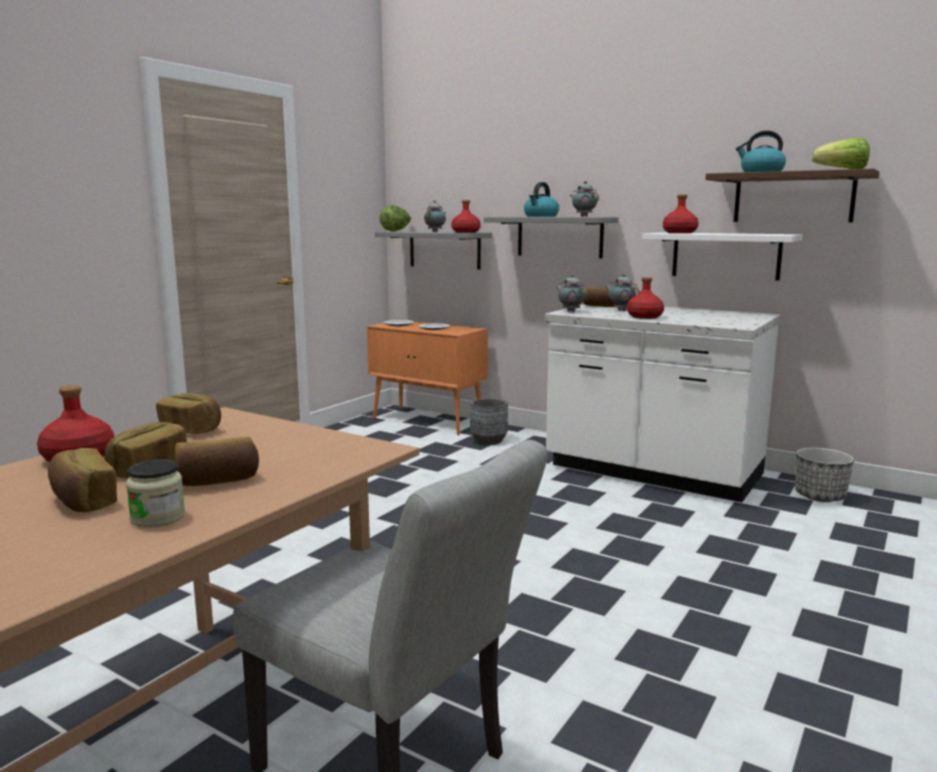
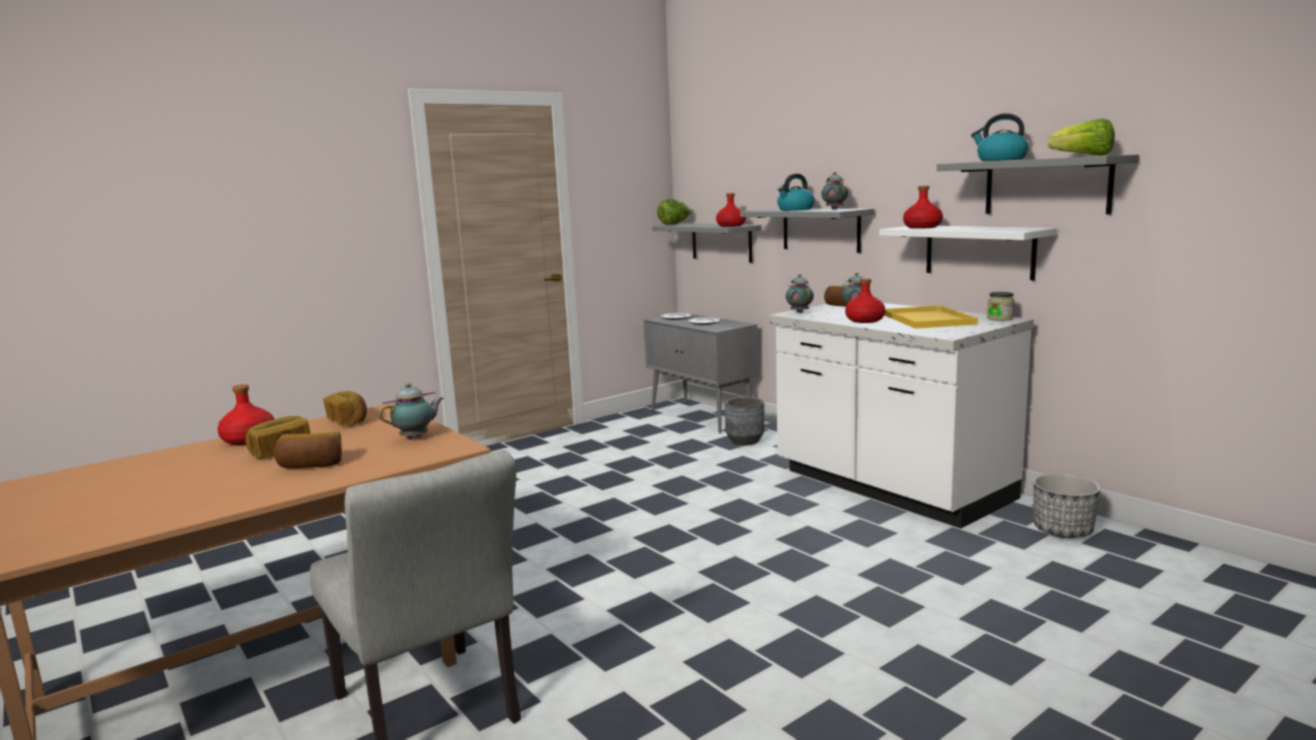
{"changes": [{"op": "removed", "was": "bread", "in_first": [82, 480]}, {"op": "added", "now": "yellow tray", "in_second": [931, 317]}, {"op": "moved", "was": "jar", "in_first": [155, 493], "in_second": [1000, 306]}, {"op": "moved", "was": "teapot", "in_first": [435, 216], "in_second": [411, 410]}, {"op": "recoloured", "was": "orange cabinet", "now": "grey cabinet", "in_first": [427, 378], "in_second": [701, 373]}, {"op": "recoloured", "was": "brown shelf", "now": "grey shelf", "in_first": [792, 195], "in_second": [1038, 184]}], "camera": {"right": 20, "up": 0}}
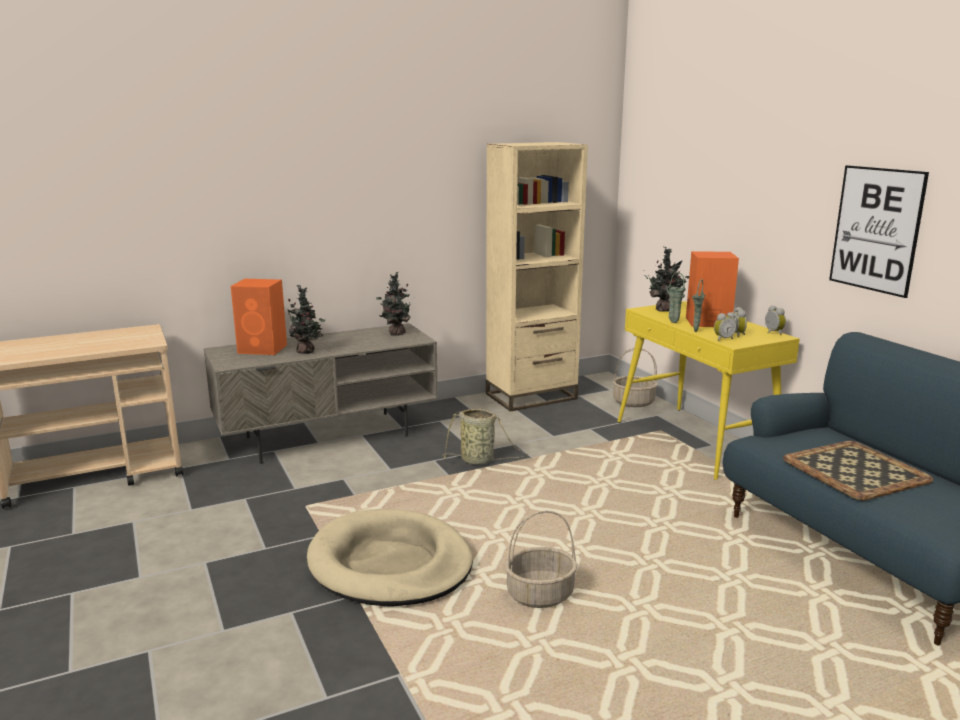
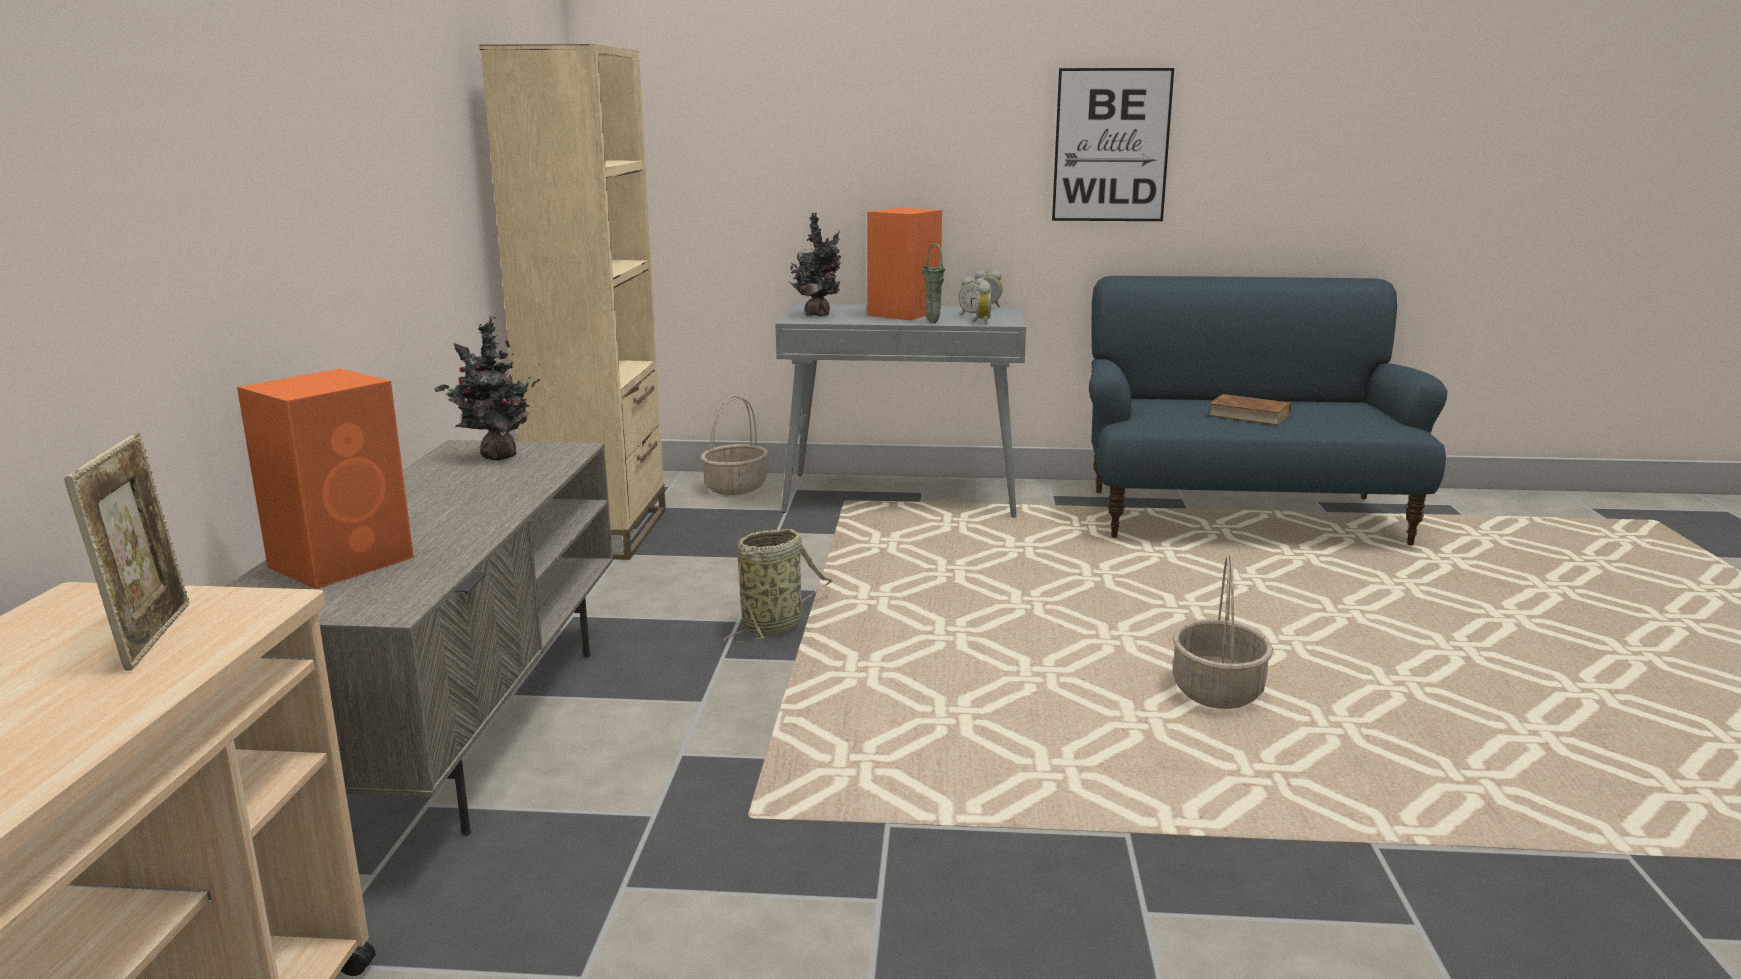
{"changes": [{"op": "removed", "was": "potted plant", "in_first": [306, 319]}, {"op": "removed", "was": "beige dog bed", "in_first": [390, 558]}, {"op": "removed", "was": "green vase", "in_first": [676, 297]}, {"op": "added", "now": "picture frame", "in_second": [126, 552]}, {"op": "replaced", "was": "tray", "now": "brown book", "in_first": [858, 471], "in_second": [1249, 409]}, {"op": "recoloured", "was": "yellow console table", "now": "grey console table", "in_first": [709, 390], "in_second": [900, 411]}], "camera": {"right": -60, "up": 0}}
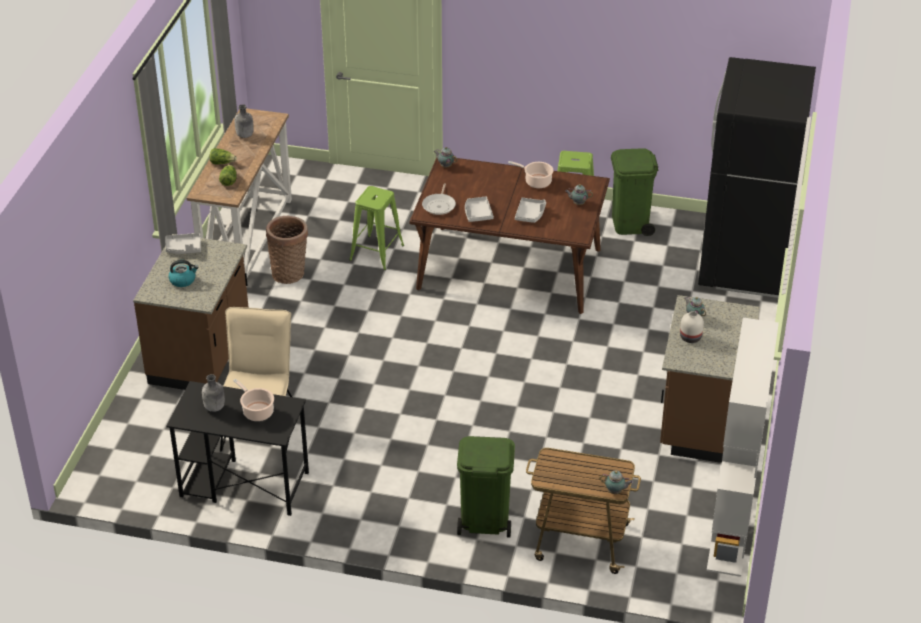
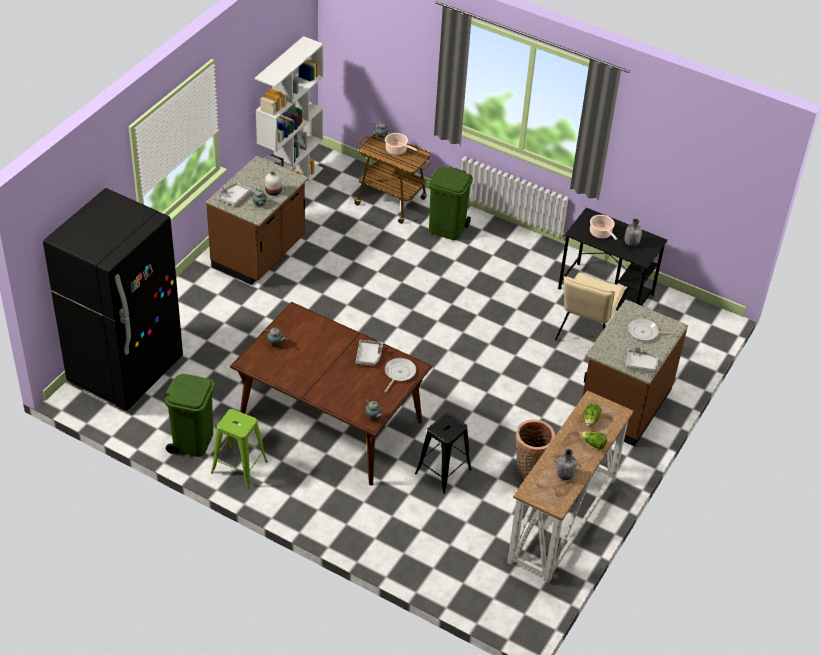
{"changes": [{"op": "moved", "was": "cooking pot", "in_first": [530, 174], "in_second": [401, 144]}, {"op": "moved", "was": "grey tray", "in_first": [530, 210], "in_second": [234, 194]}, {"op": "replaced", "was": "kettle", "now": "frying pan", "in_first": [183, 273], "in_second": [652, 329]}, {"op": "recoloured", "was": "green stool", "now": "black stool", "in_first": [376, 228], "in_second": [443, 453]}], "camera": {"right": -165, "up": 5}}
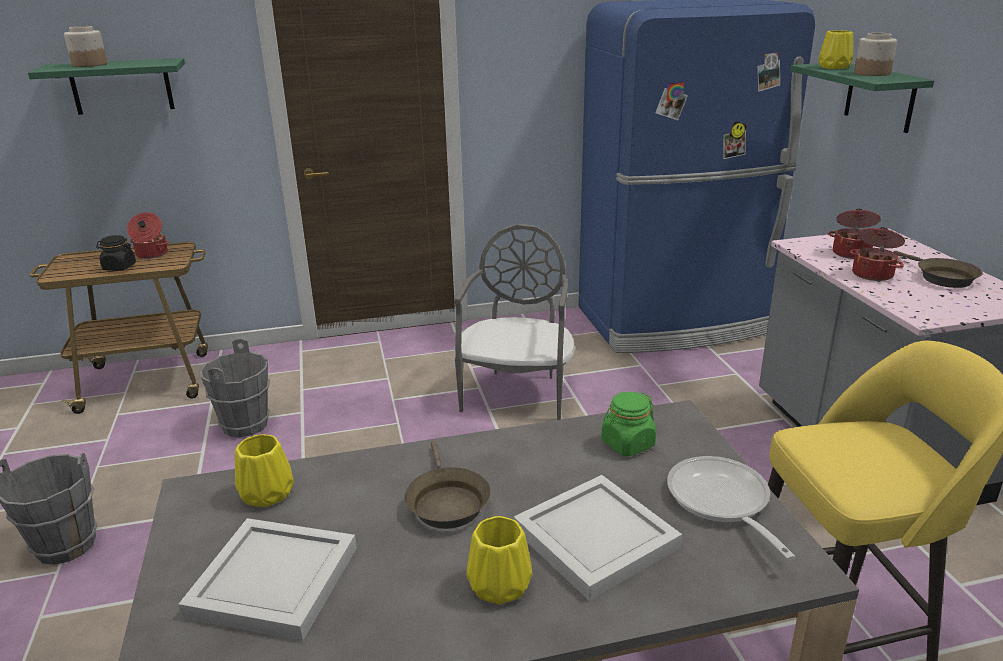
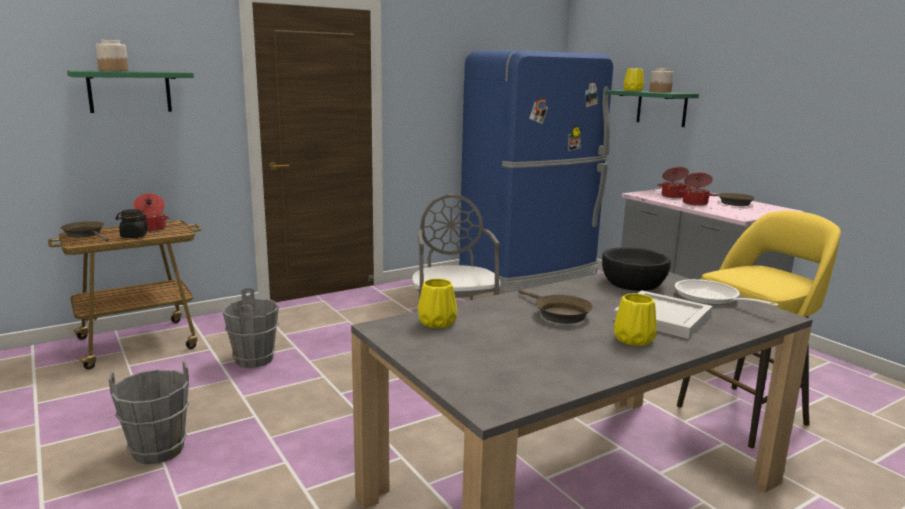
{"changes": [{"op": "removed", "was": "white tray", "in_first": [267, 579]}, {"op": "added", "now": "brown frying pan", "in_second": [85, 231]}, {"op": "replaced", "was": "green jar", "now": "black bowl", "in_first": [628, 424], "in_second": [636, 269]}], "camera": {"right": -20, "up": -10}}
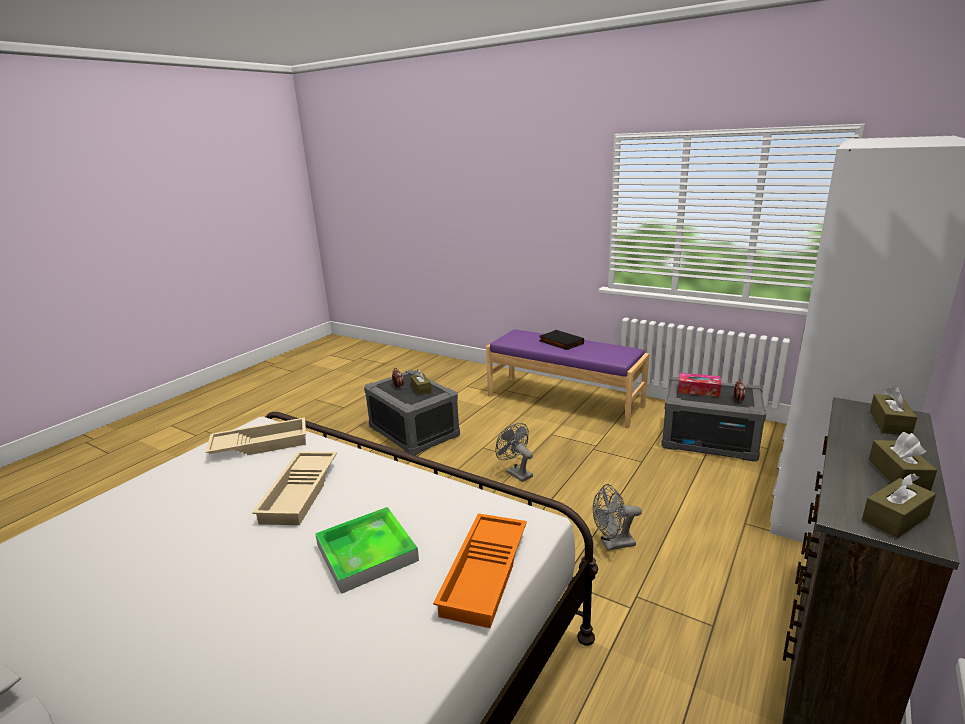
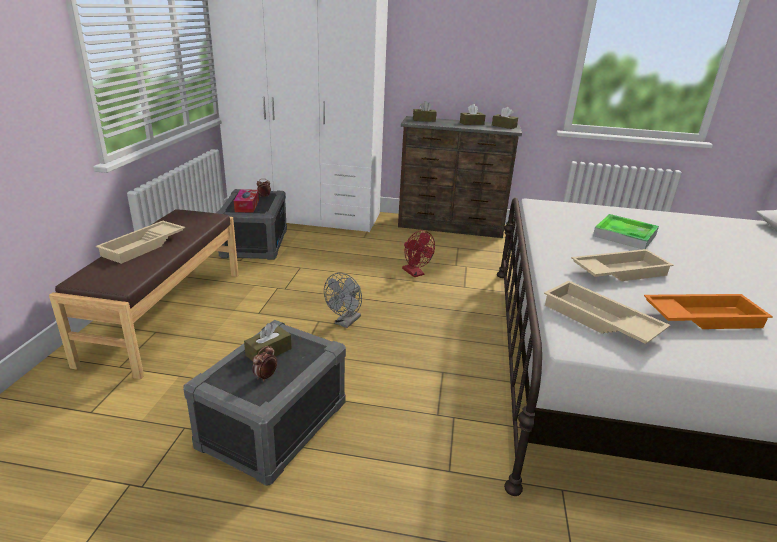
{"changes": [{"op": "moved", "was": "orange tray", "in_first": [480, 570], "in_second": [708, 311]}, {"op": "replaced", "was": "black book", "now": "beige tray", "in_first": [561, 340], "in_second": [140, 242]}, {"op": "recoloured", "was": "purple bench", "now": "brown bench", "in_first": [567, 378], "in_second": [144, 294]}, {"op": "recoloured", "was": "grey fan", "now": "red fan", "in_first": [617, 517], "in_second": [418, 253]}], "camera": {"right": -115, "up": 5}}
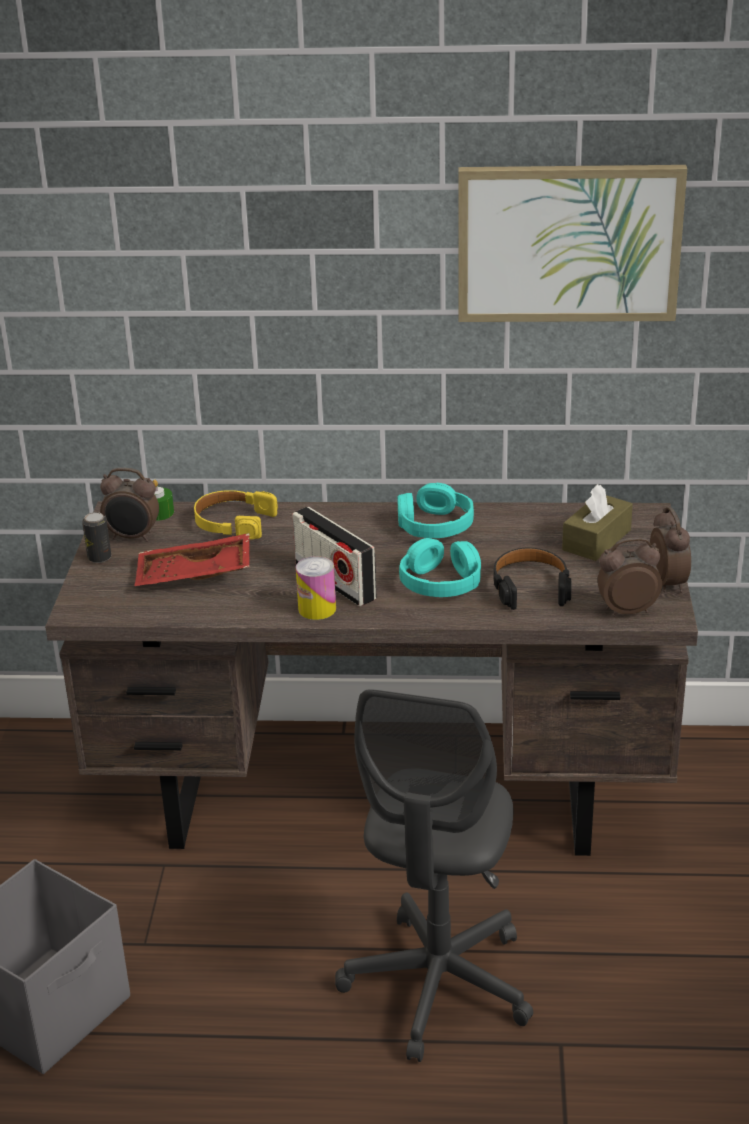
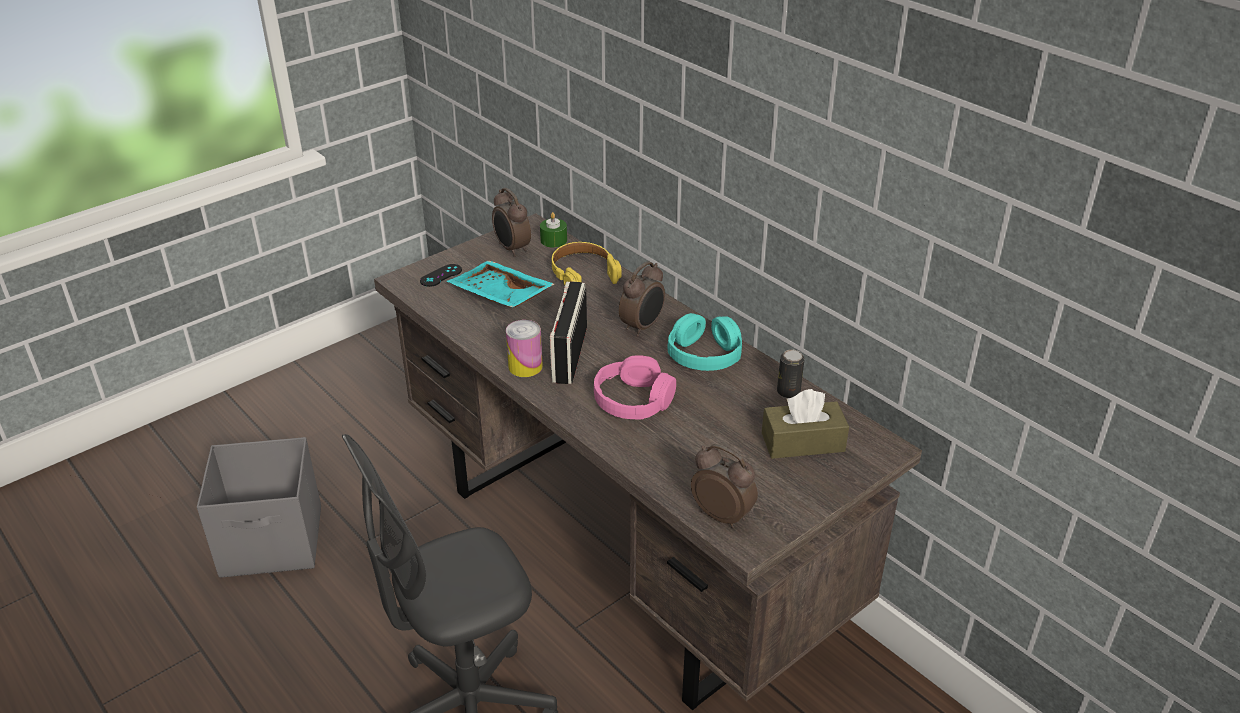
{"changes": [{"op": "removed", "was": "picture", "in_first": [573, 243]}, {"op": "removed", "was": "black headphones", "in_first": [532, 578]}, {"op": "added", "now": "black game controller", "in_second": [441, 275]}, {"op": "moved", "was": "can", "in_first": [96, 537], "in_second": [791, 373]}, {"op": "moved", "was": "alarm clock", "in_first": [670, 550], "in_second": [642, 298]}, {"op": "recoloured", "was": "red tray", "now": "turquoise tray", "in_first": [192, 559], "in_second": [500, 284]}, {"op": "recoloured", "was": "turquoise headphones", "now": "pink headphones", "in_first": [440, 567], "in_second": [635, 387]}], "camera": {"right": 45, "up": 5}}
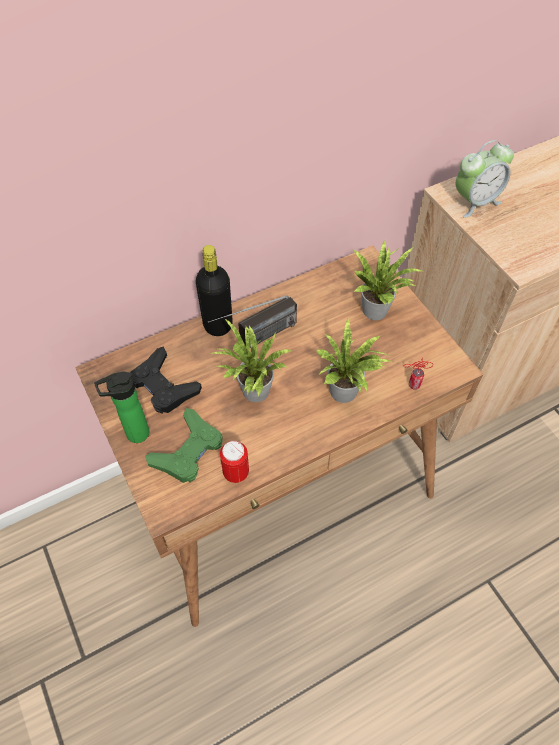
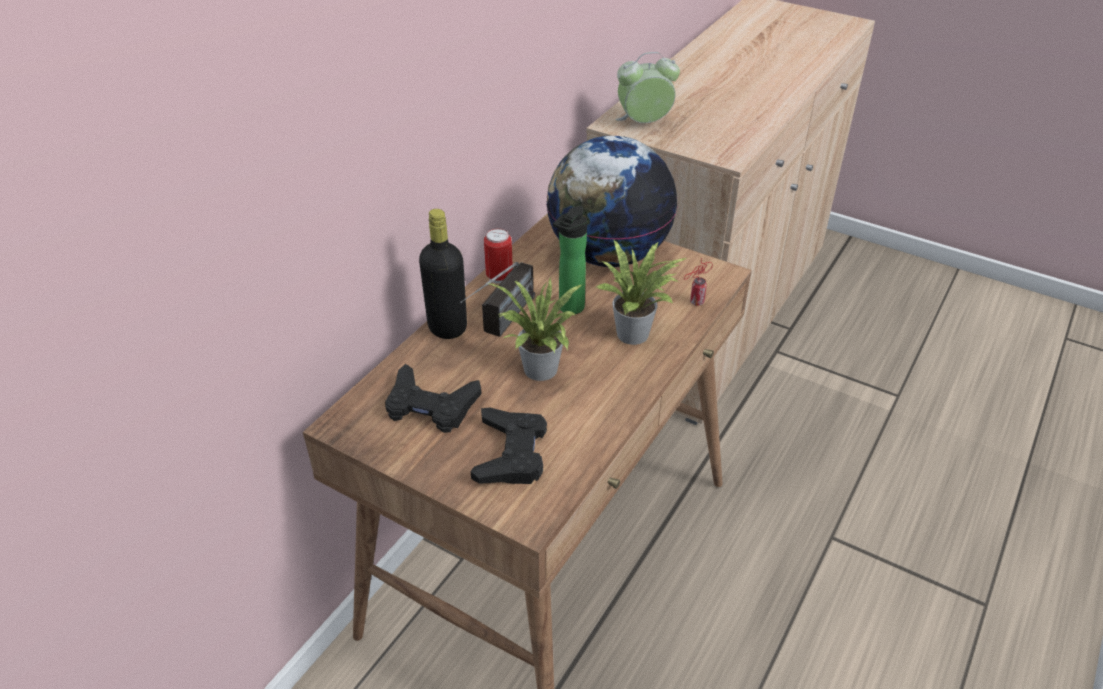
{"changes": [{"op": "moved", "was": "bottle", "in_first": [121, 407], "in_second": [570, 260]}, {"op": "moved", "was": "can", "in_first": [234, 462], "in_second": [498, 256]}, {"op": "replaced", "was": "potted plant", "now": "globe", "in_first": [387, 280], "in_second": [612, 201]}, {"op": "recoloured", "was": "green game controller", "now": "black game controller", "in_first": [184, 445], "in_second": [509, 445]}, {"op": "turned", "was": "alarm clock", "in_first": [485, 179], "in_second": [648, 87], "clockwise": -135}], "camera": {"right": -30, "up": -15}}
